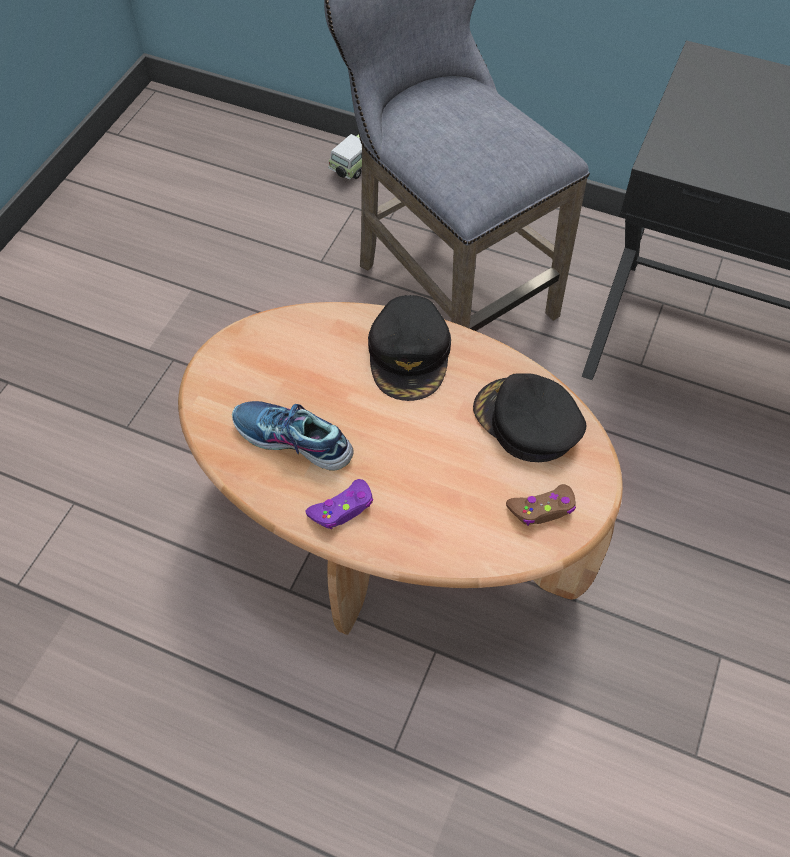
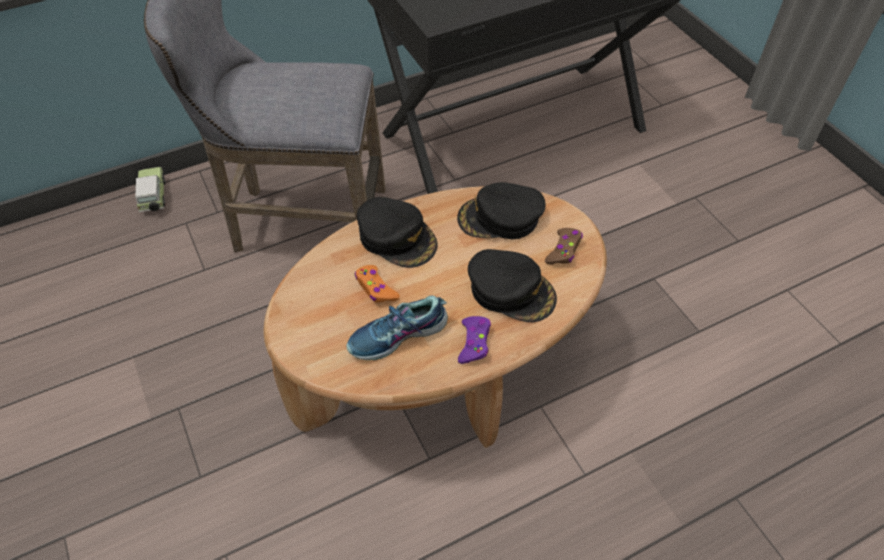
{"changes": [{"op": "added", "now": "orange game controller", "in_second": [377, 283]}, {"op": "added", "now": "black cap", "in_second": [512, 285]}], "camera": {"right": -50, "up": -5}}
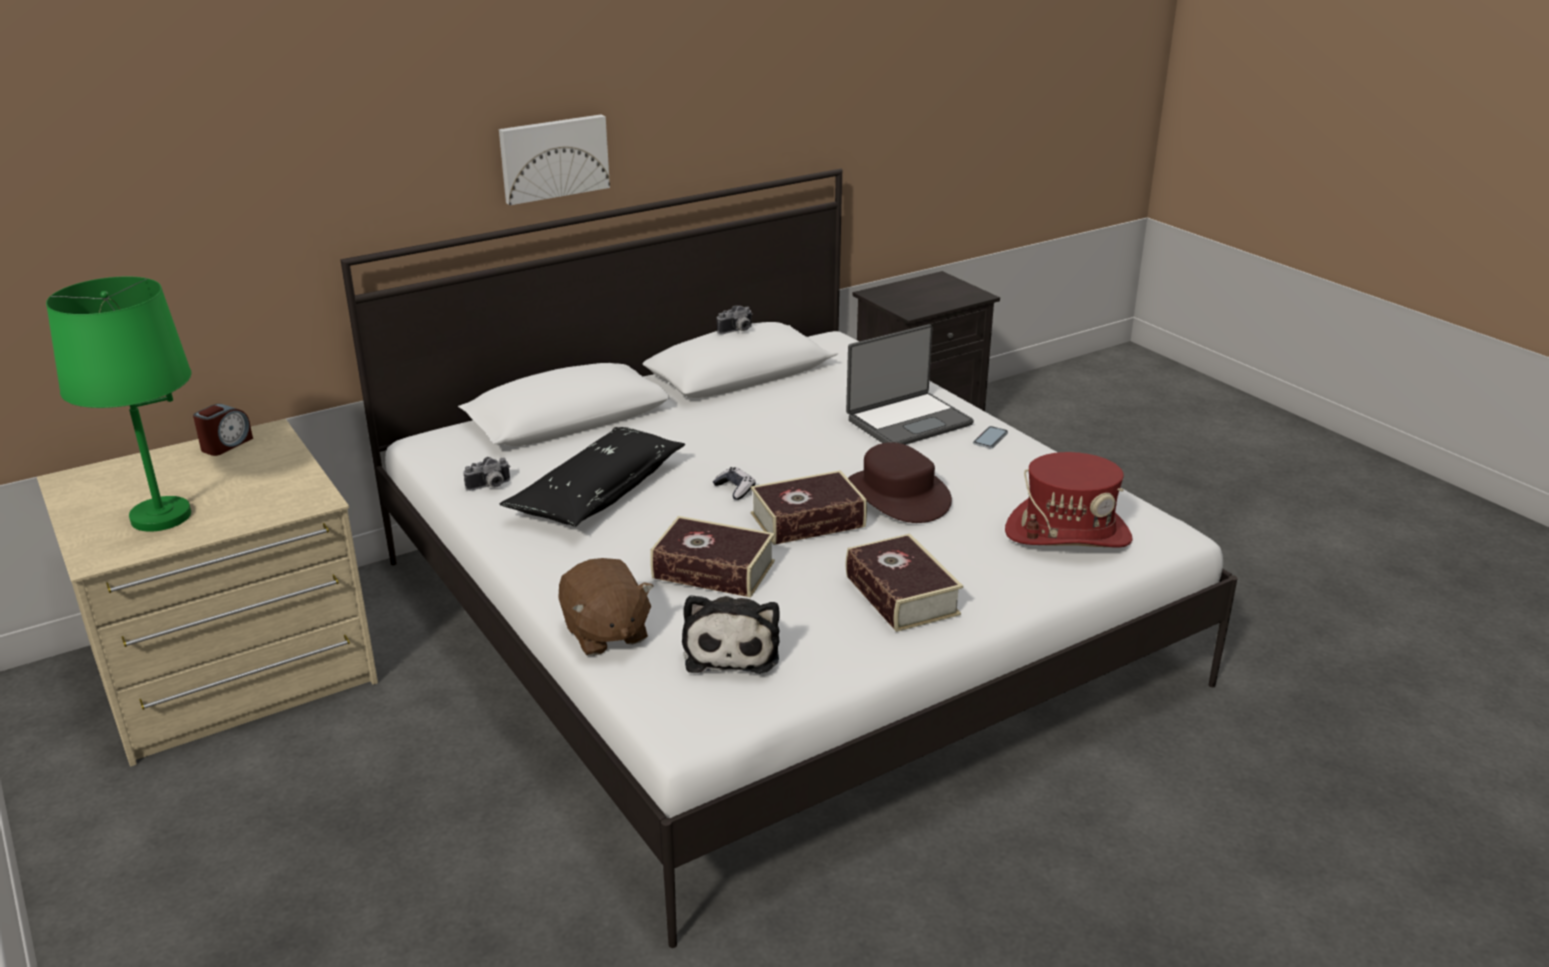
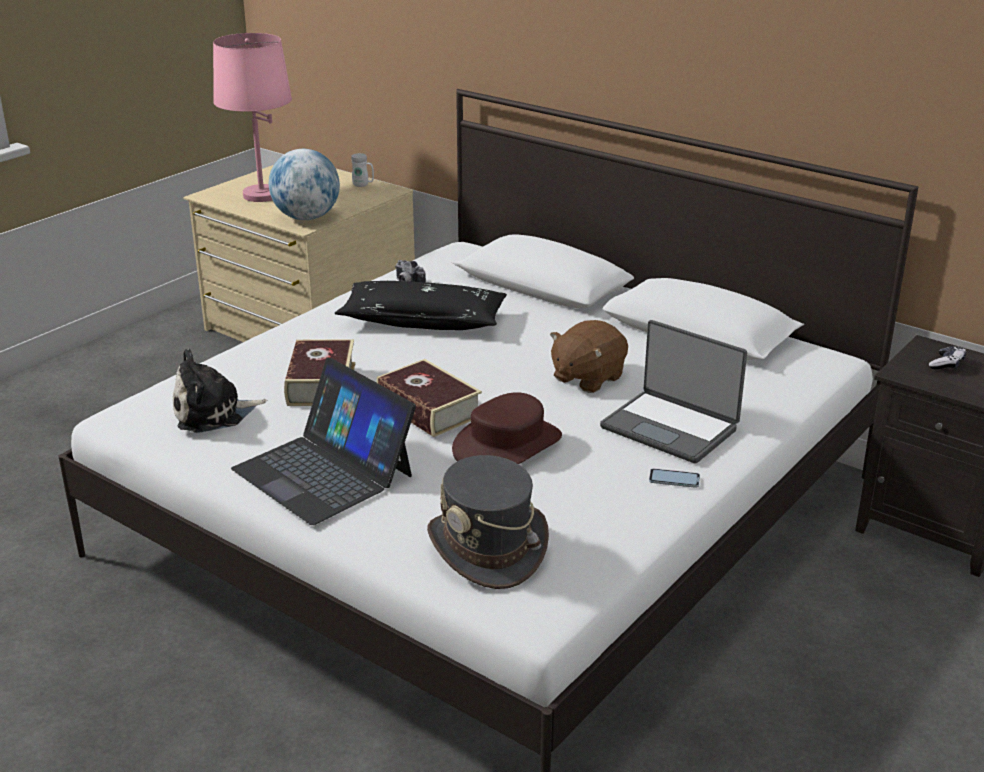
{"changes": [{"op": "removed", "was": "picture", "in_first": [554, 159]}, {"op": "removed", "was": "photo camera", "in_first": [735, 320]}, {"op": "added", "now": "globe", "in_second": [304, 184]}, {"op": "moved", "was": "brown plush toy", "in_first": [606, 607], "in_second": [589, 356]}, {"op": "moved", "was": "game controller", "in_first": [734, 483], "in_second": [947, 358]}, {"op": "replaced", "was": "alarm clock", "now": "white mug", "in_first": [223, 430], "in_second": [362, 170]}, {"op": "replaced", "was": "book", "now": "laptop", "in_first": [904, 583], "in_second": [323, 441]}, {"op": "recoloured", "was": "green table lamp", "now": "pink table lamp", "in_first": [118, 404], "in_second": [252, 117]}, {"op": "recoloured", "was": "red hat", "now": "grey hat", "in_first": [1069, 500], "in_second": [488, 522]}], "camera": {"right": 70, "up": 0}}
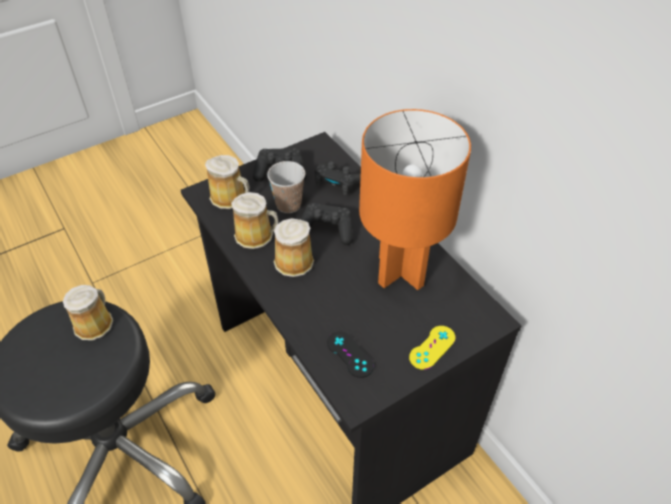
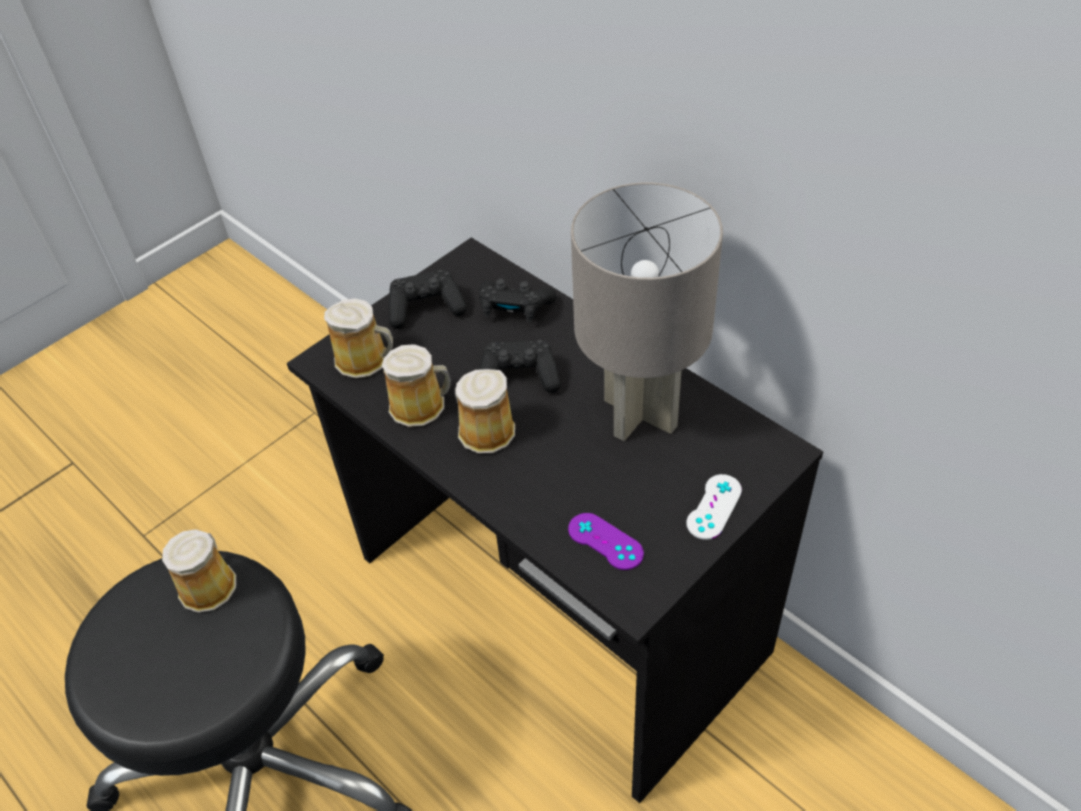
{"changes": [{"op": "removed", "was": "cup", "in_first": [286, 187]}, {"op": "recoloured", "was": "black game controller", "now": "purple game controller", "in_first": [350, 354], "in_second": [606, 541]}, {"op": "recoloured", "was": "orange table lamp", "now": "grey table lamp", "in_first": [415, 199], "in_second": [647, 312]}, {"op": "recoloured", "was": "yellow game controller", "now": "white game controller", "in_first": [432, 348], "in_second": [714, 507]}], "camera": {"right": -10, "up": 0}}
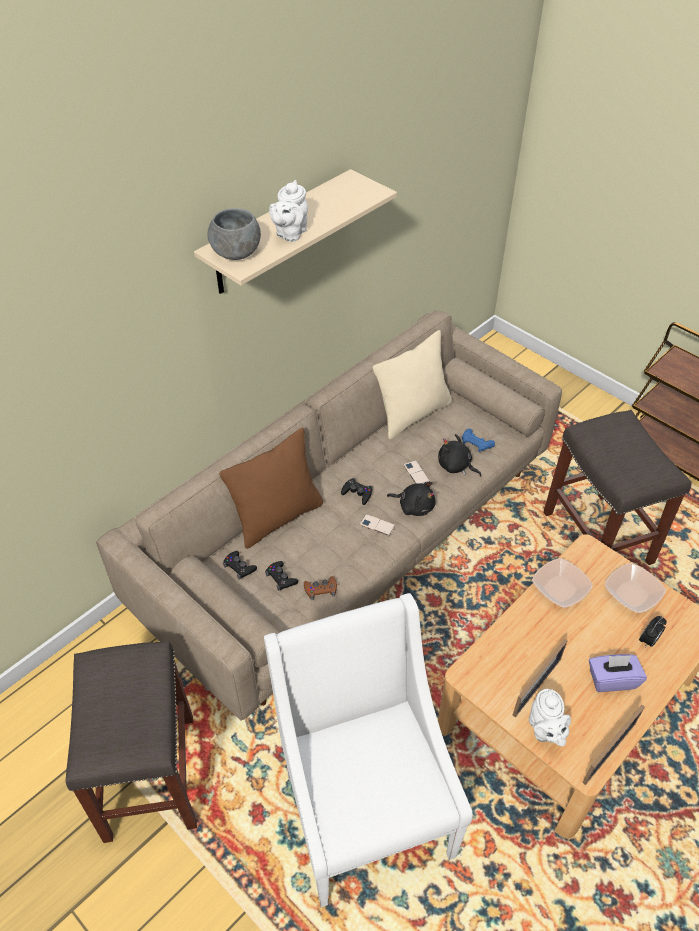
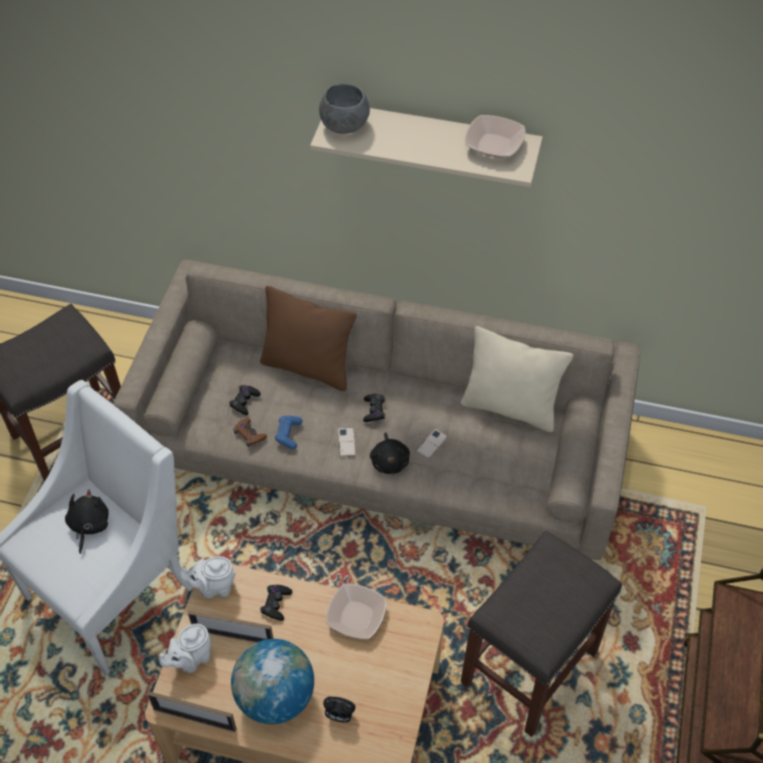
{"changes": [{"op": "moved", "was": "black game controller", "in_first": [240, 565], "in_second": [276, 603]}, {"op": "moved", "was": "white teapot", "in_first": [288, 211], "in_second": [207, 577]}, {"op": "moved", "was": "black plush toy", "in_first": [459, 455], "in_second": [87, 521]}, {"op": "moved", "was": "blue game controller", "in_first": [478, 440], "in_second": [288, 433]}, {"op": "moved", "was": "bowl", "in_first": [635, 588], "in_second": [495, 136]}, {"op": "replaced", "was": "purple tissue box", "now": "globe", "in_first": [618, 673], "in_second": [272, 682]}], "camera": {"right": 60, "up": 5}}
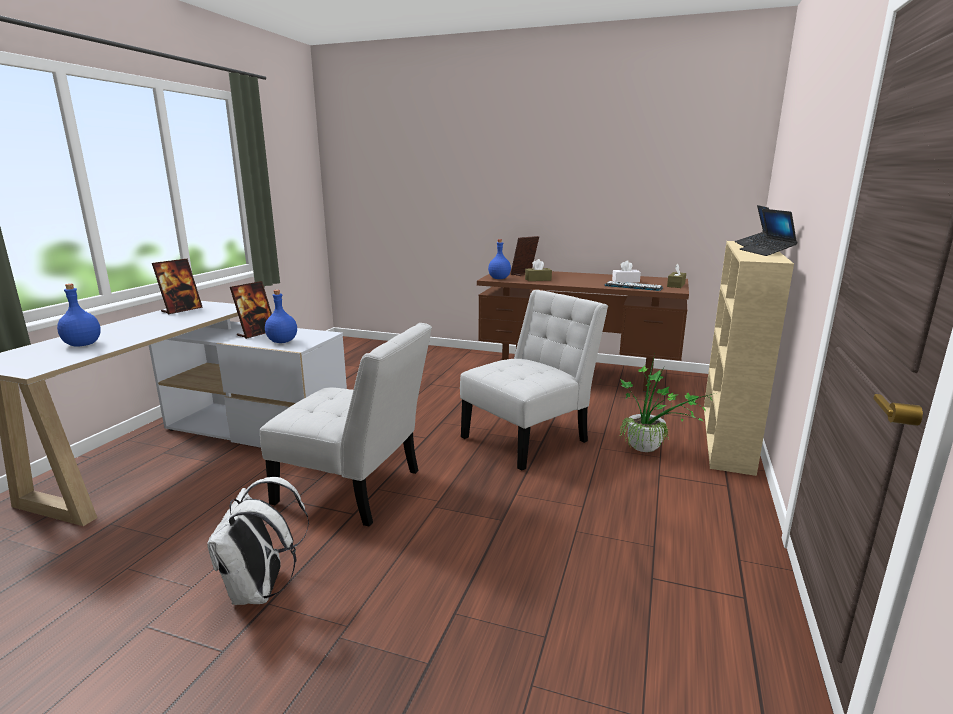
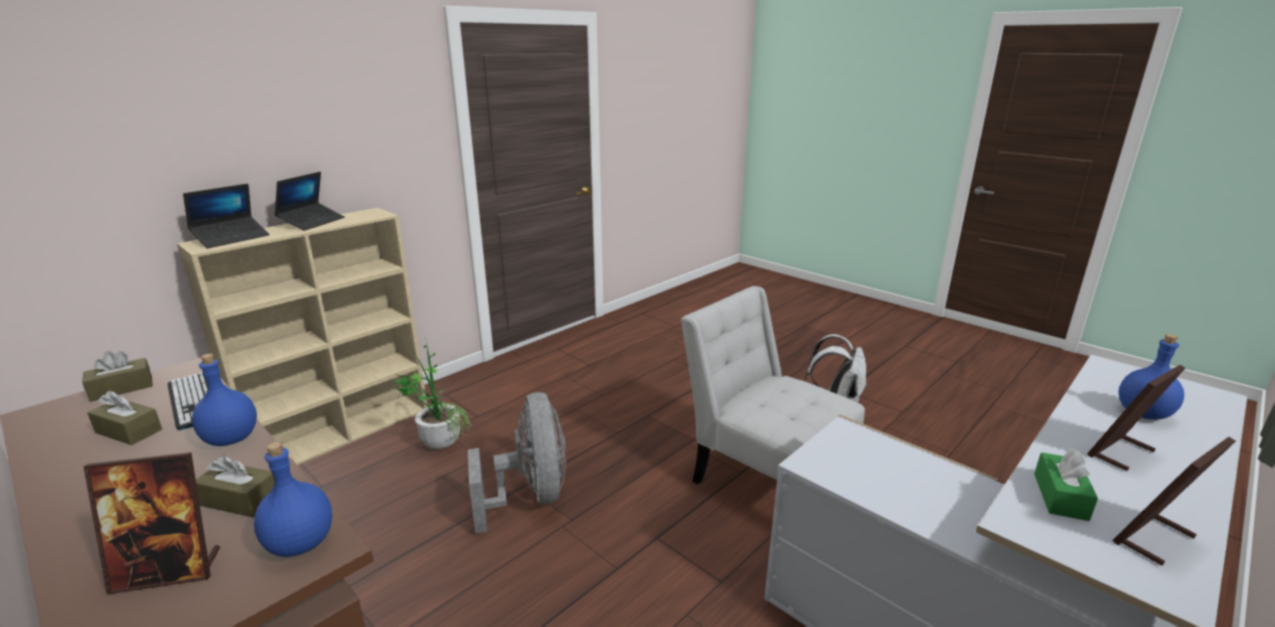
{"changes": [{"op": "added", "now": "green tissue box", "in_second": [1066, 484]}, {"op": "moved", "was": "picture frame", "in_first": [251, 310], "in_second": [1136, 418]}, {"op": "moved", "was": "blue bottle", "in_first": [281, 316], "in_second": [224, 400]}, {"op": "replaced", "was": "white chair", "now": "grey fan", "in_first": [534, 380], "in_second": [517, 463]}, {"op": "recoloured", "was": "white tissue box", "now": "brown tissue box", "in_first": [626, 271], "in_second": [124, 418]}], "camera": {"right": -155, "up": 5}}
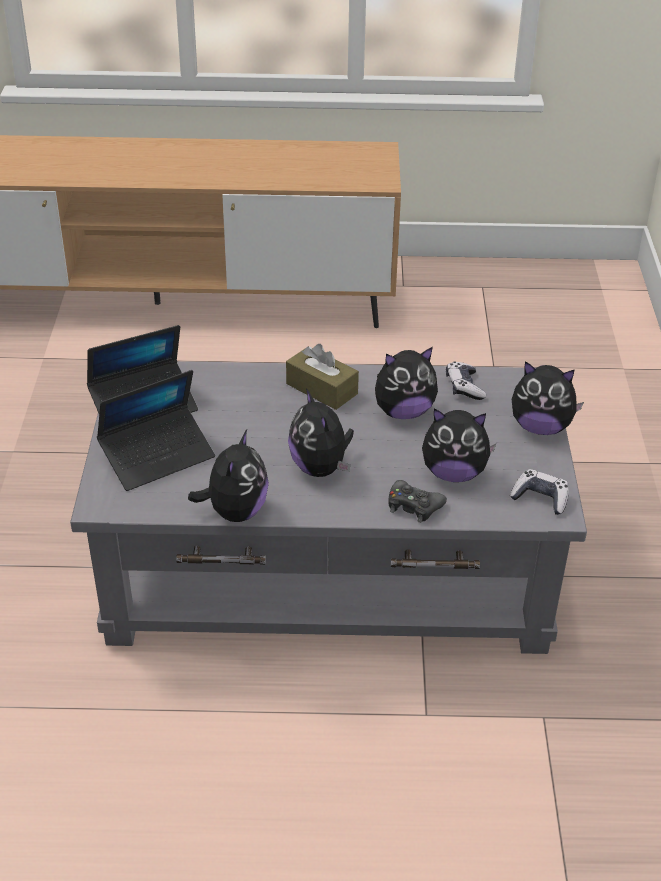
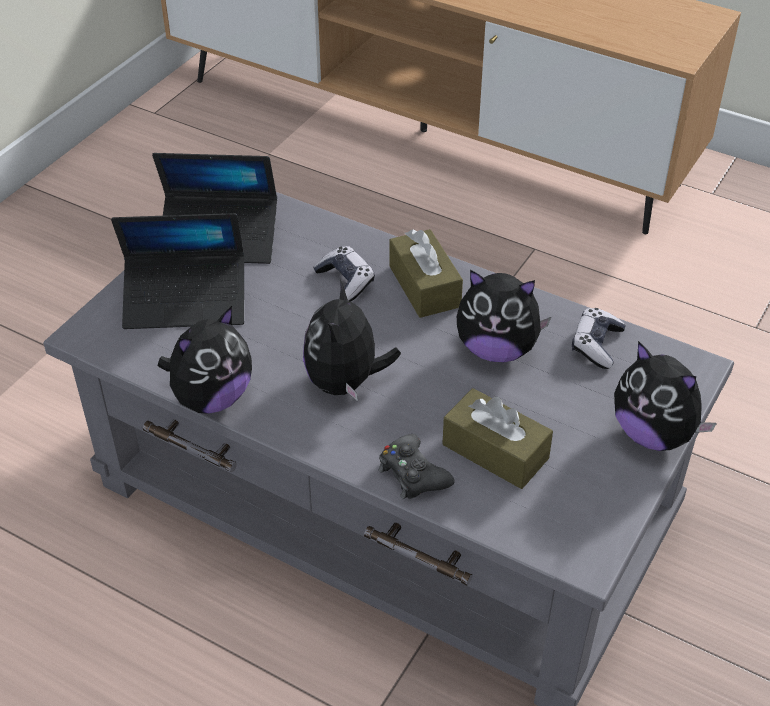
{"changes": [{"op": "moved", "was": "game controller", "in_first": [539, 492], "in_second": [344, 274]}, {"op": "replaced", "was": "plush toy", "now": "brown tissue box", "in_first": [459, 445], "in_second": [497, 438]}], "camera": {"right": 30, "up": 5}}
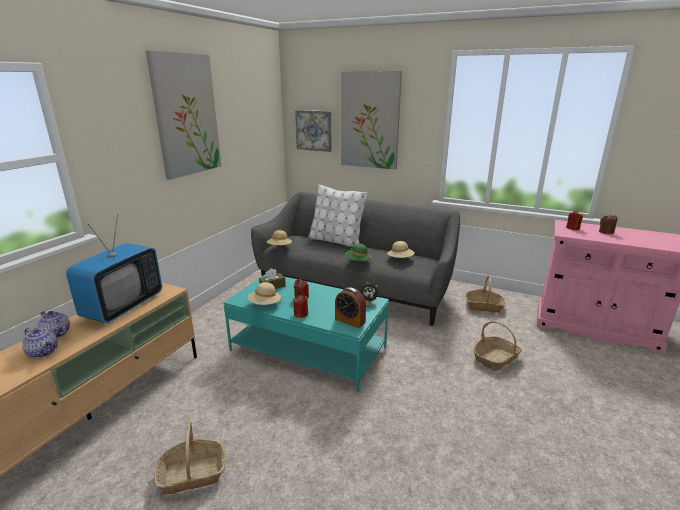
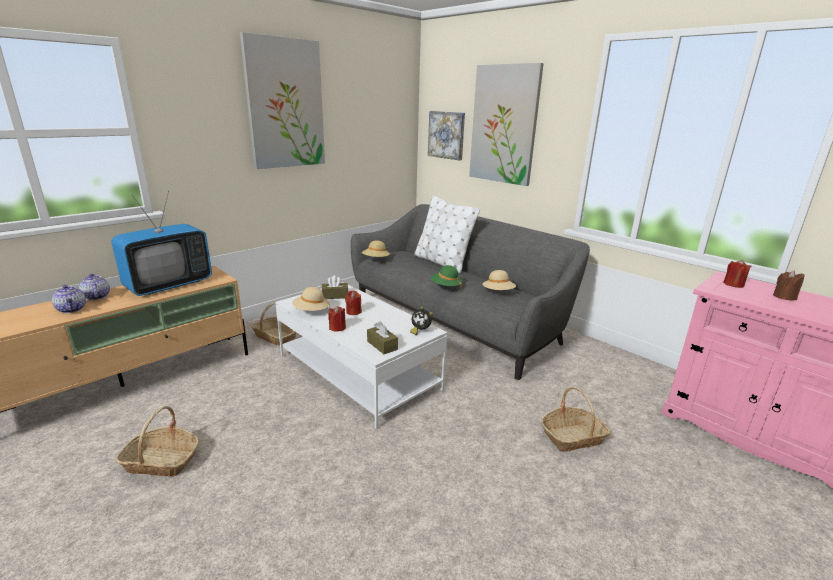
{"changes": [{"op": "moved", "was": "basket", "in_first": [485, 294], "in_second": [274, 323]}, {"op": "replaced", "was": "alarm clock", "now": "brown tissue box", "in_first": [350, 307], "in_second": [382, 337]}, {"op": "recoloured", "was": "turquoise coffee table", "now": "white coffee table", "in_first": [306, 333], "in_second": [361, 355]}], "camera": {"right": 20, "up": 0}}
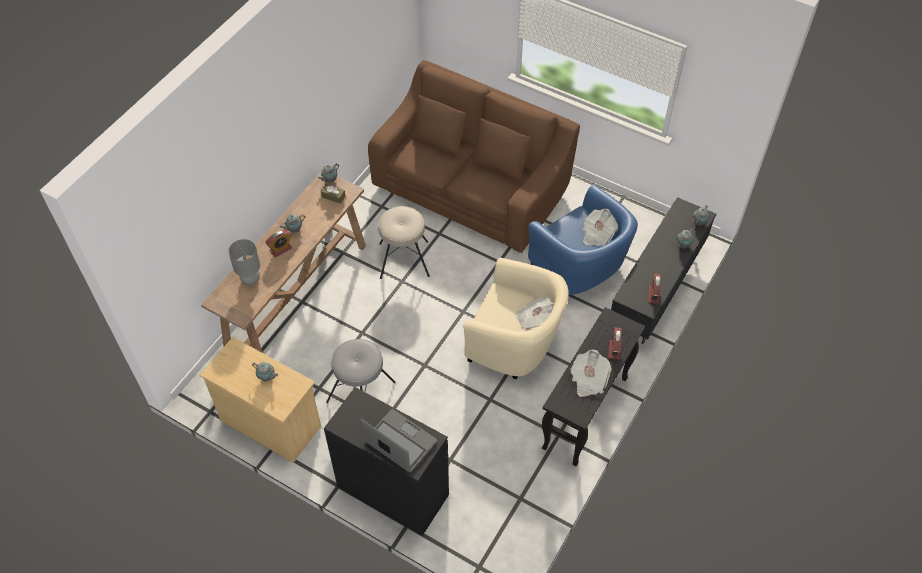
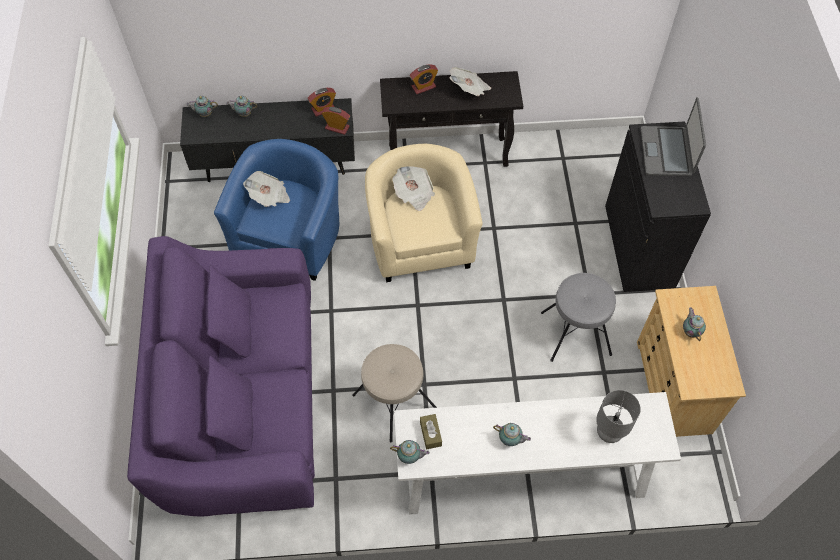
{"changes": [{"op": "moved", "was": "alarm clock", "in_first": [279, 243], "in_second": [335, 121]}, {"op": "recoloured", "was": "brown console table", "now": "white console table", "in_first": [283, 262], "in_second": [537, 453]}, {"op": "recoloured", "was": "brown sofa", "now": "purple sofa", "in_first": [474, 156], "in_second": [221, 376]}], "camera": {"right": -125, "up": 5}}
